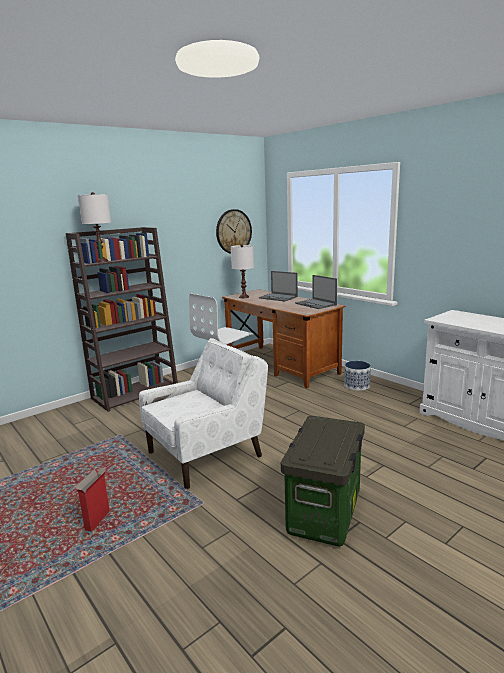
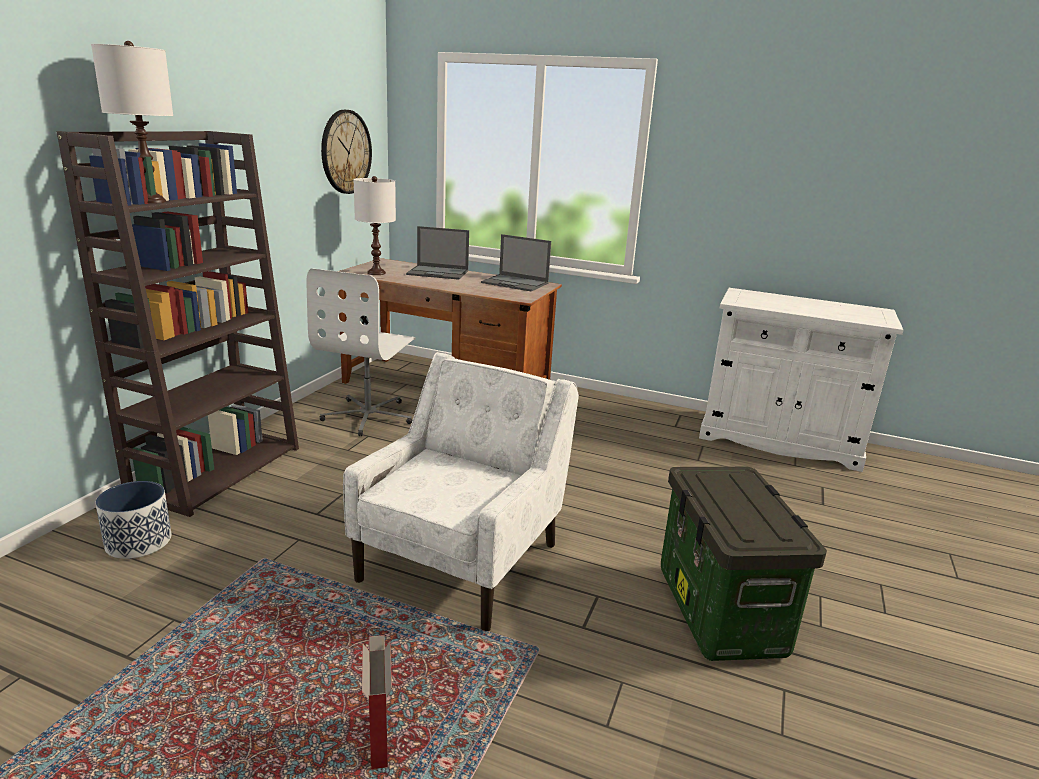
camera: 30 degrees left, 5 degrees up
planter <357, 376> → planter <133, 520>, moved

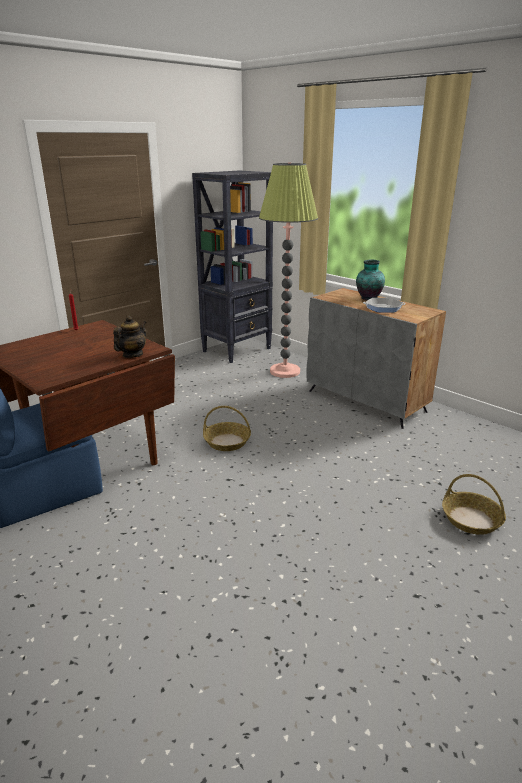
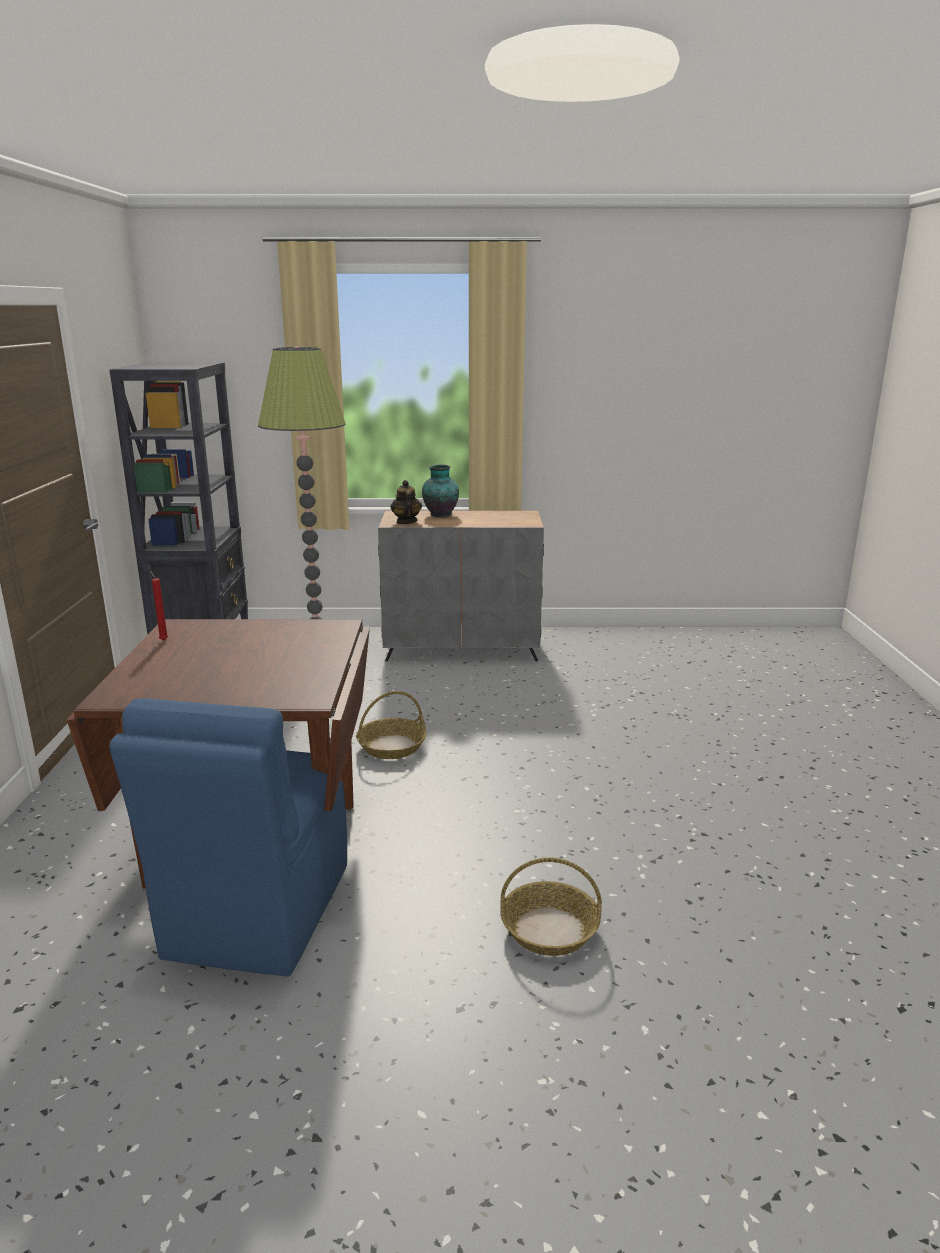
camera: 45 degrees left, 5 degrees down
pan <384, 305> → -
pot for tea <130, 337> → pot for tea <406, 502>, moved
basket <474, 504> → basket <551, 907>, moved

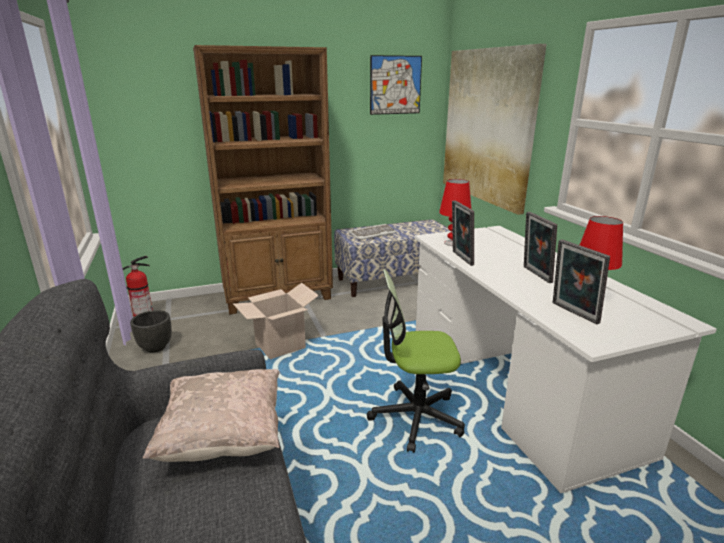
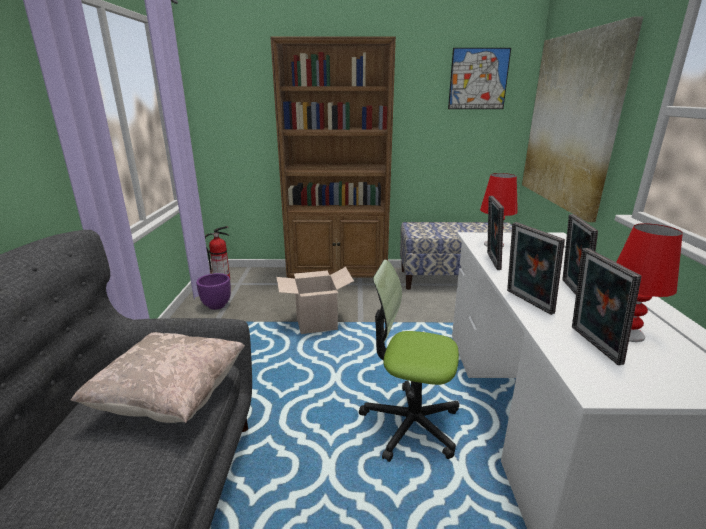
camera: 20 degrees right, 0 degrees up
keyboard <372, 232> → -
- → picture frame <536, 268>
planter (black) <151, 331> → planter (purple) <213, 291>

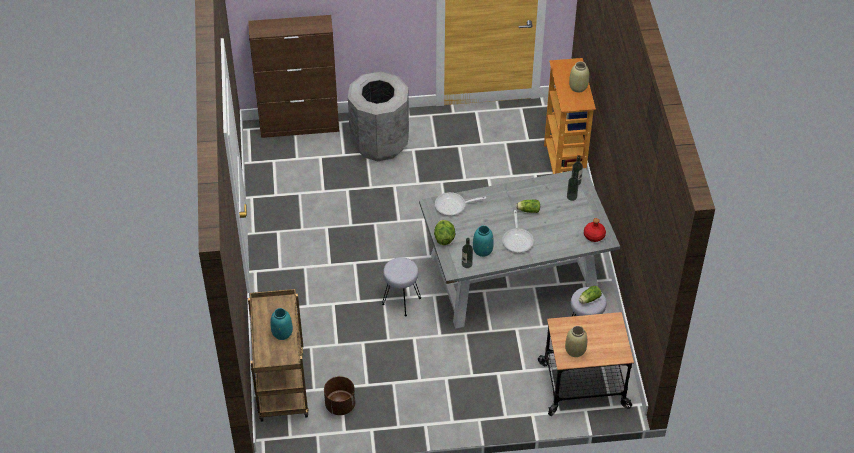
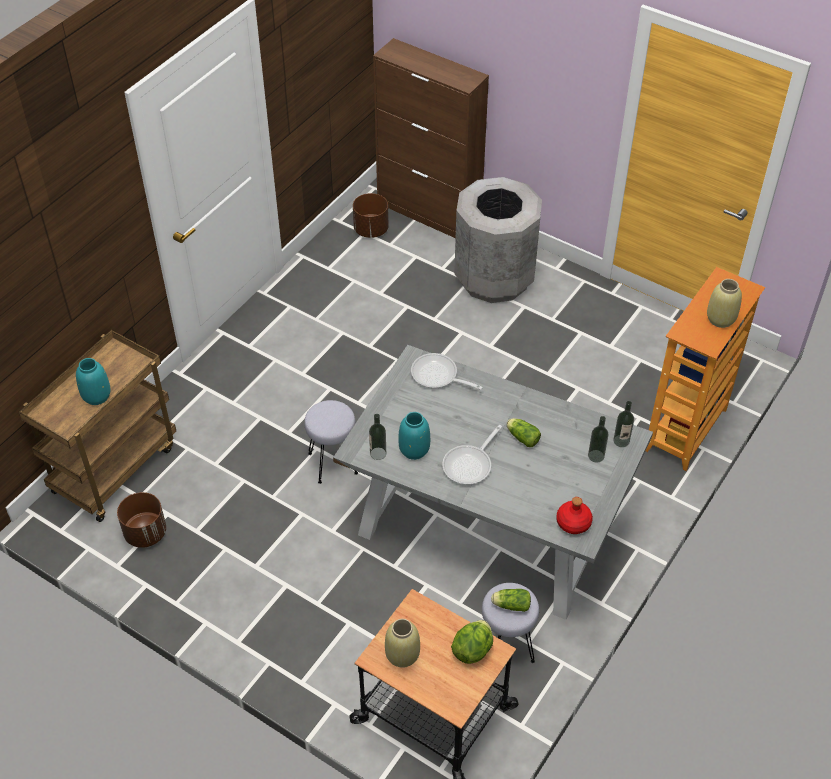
camera: 40 degrees right, 0 degrees up
- → planter (brown-coloured) <371, 215>
lettuce <444, 232> → lettuce <472, 642>, moved

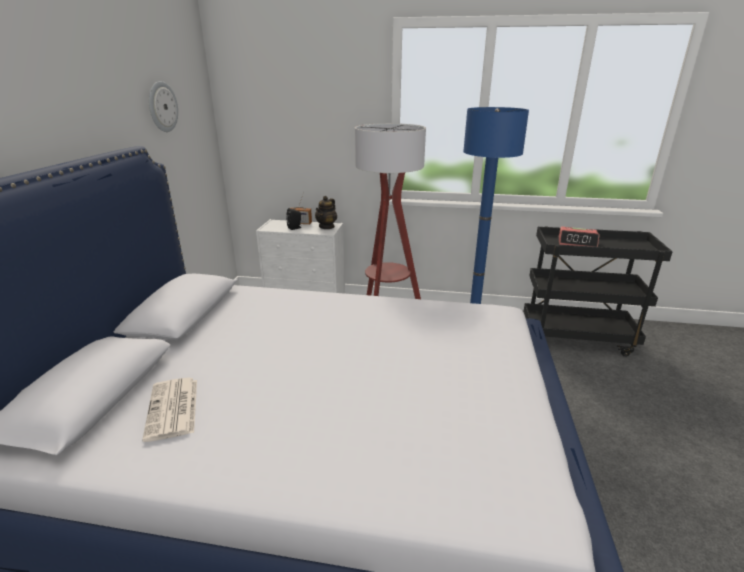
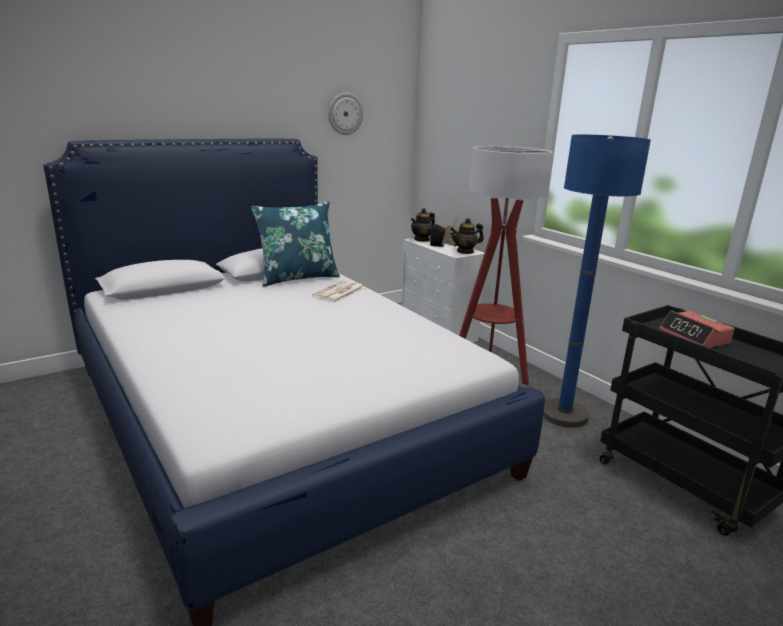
camera: 45 degrees right, 5 degrees down
- → throw pillow (bluish) <295, 244>
- → pot for tea <423, 225>
newspaper <169, 409> → newspaper <338, 291>, moved

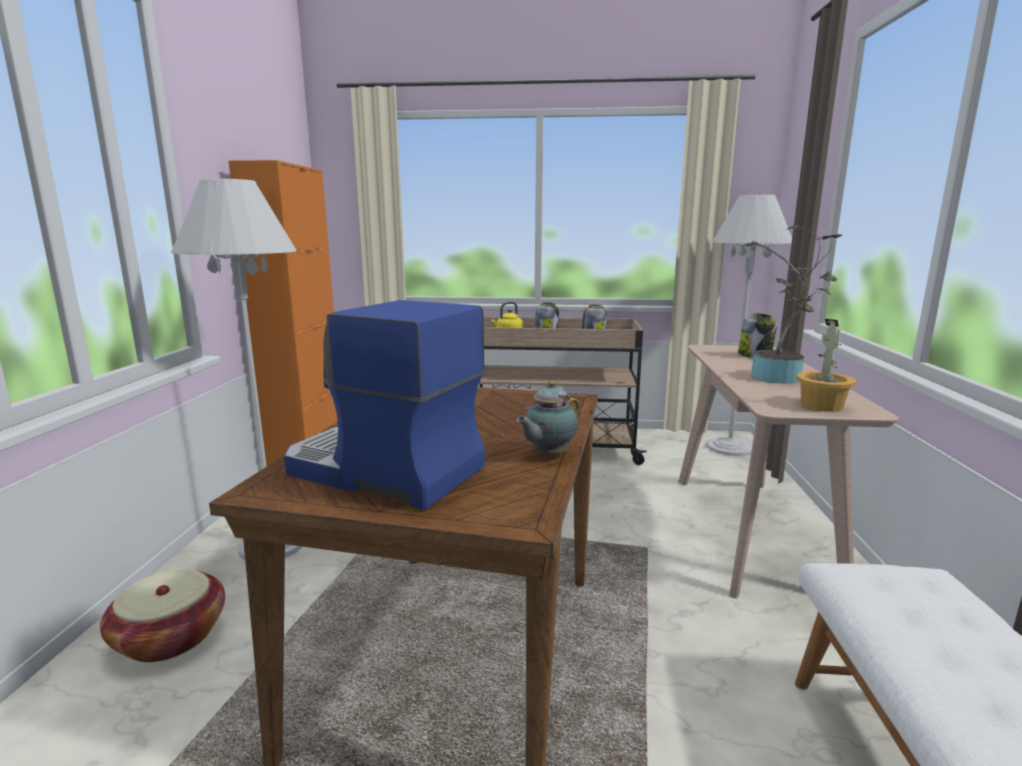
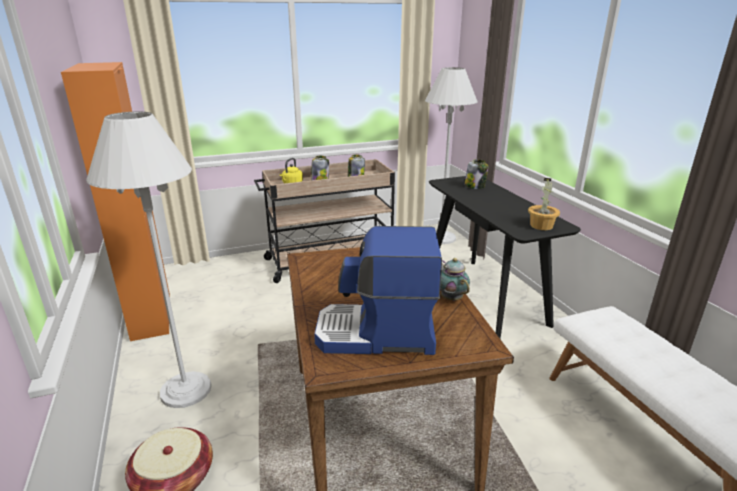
camera: 25 degrees left, 10 degrees up
houseplant <792, 304> → -
hall table (beige) <788, 472> → hall table (black) <505, 257>
pot for tea <547, 418> → pot for tea <455, 279>, 135 degrees clockwise

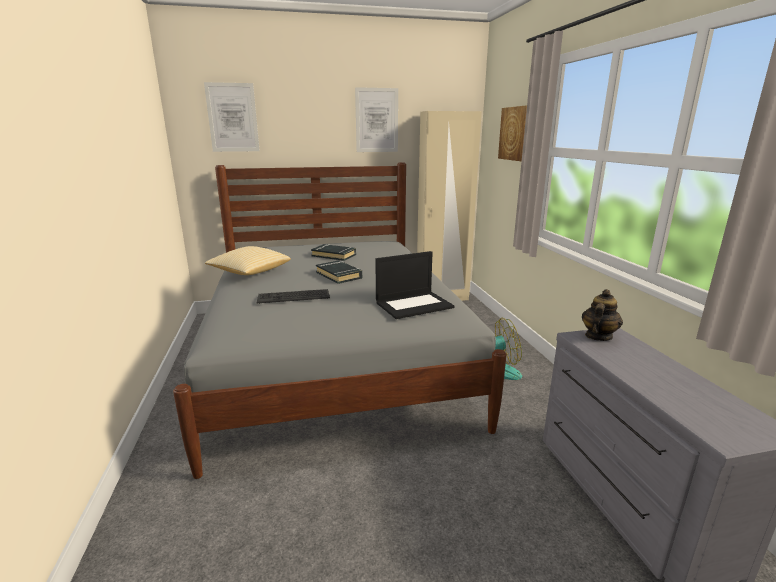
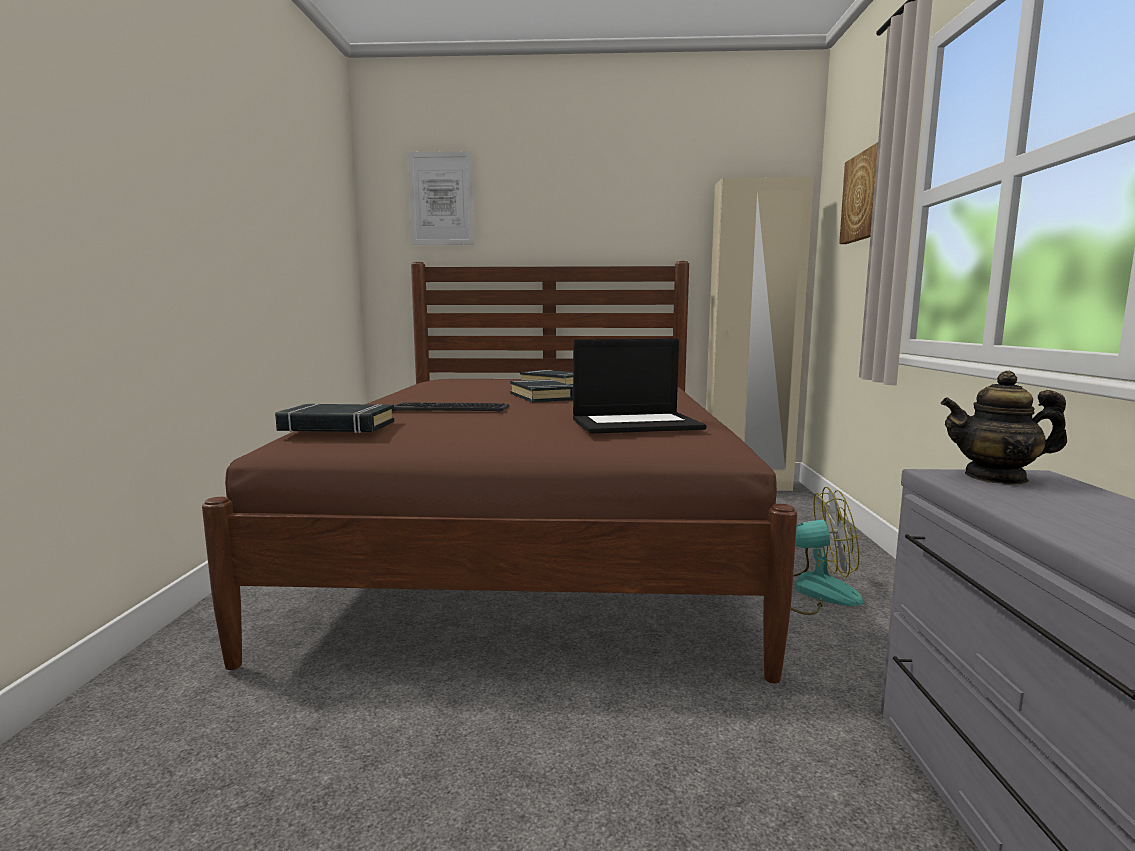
camera: 15 degrees right, 10 degrees down
throw pillow <248, 260> → -
wall picture <376, 119> → -
- → volume (black) <335, 418>
bedroom bed (gray) <339, 320> → bedroom bed (brown-coloured) <499, 472>
pot for tea <602, 315> → pot for tea <1004, 427>, 135 degrees counterclockwise

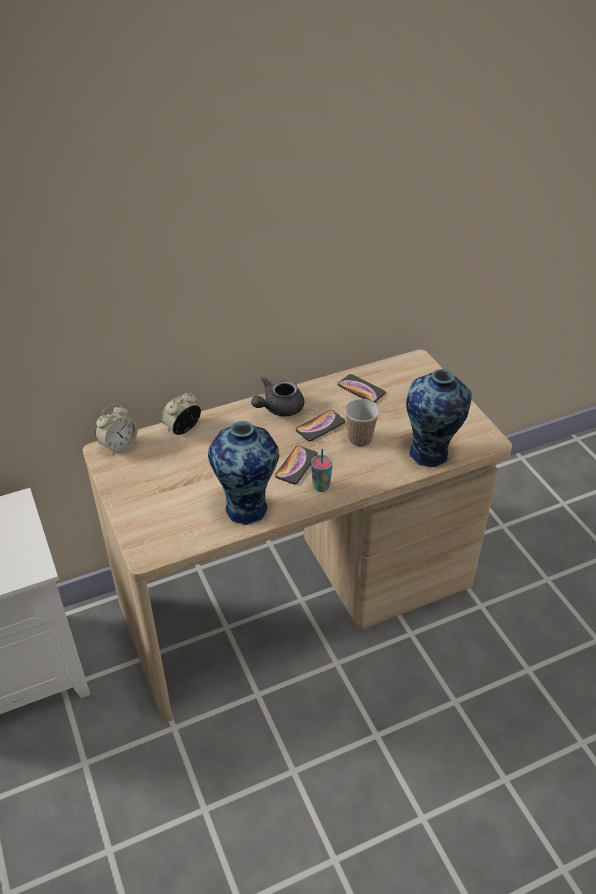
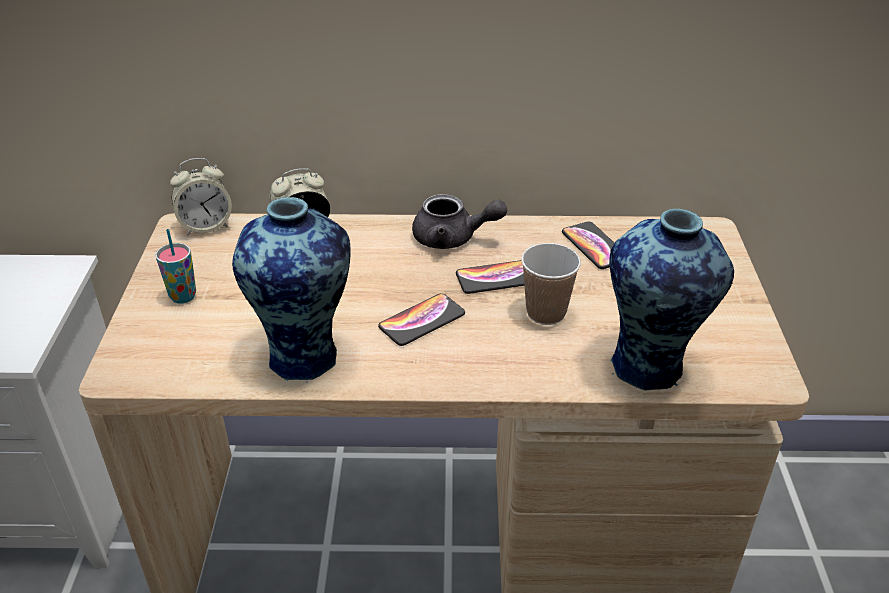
camera: 25 degrees right, 5 degrees down
cup <322, 470> → cup <176, 266>, moved
pot for tea (gray) <277, 397> → pot for tea (gray) <459, 221>, 150 degrees counterclockwise

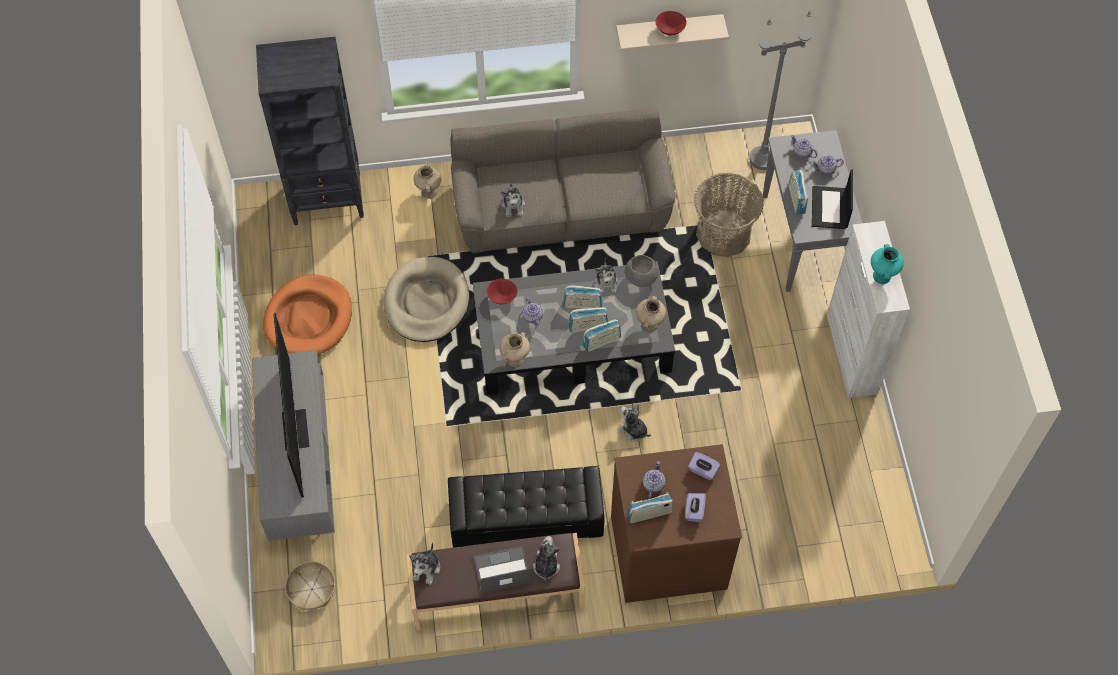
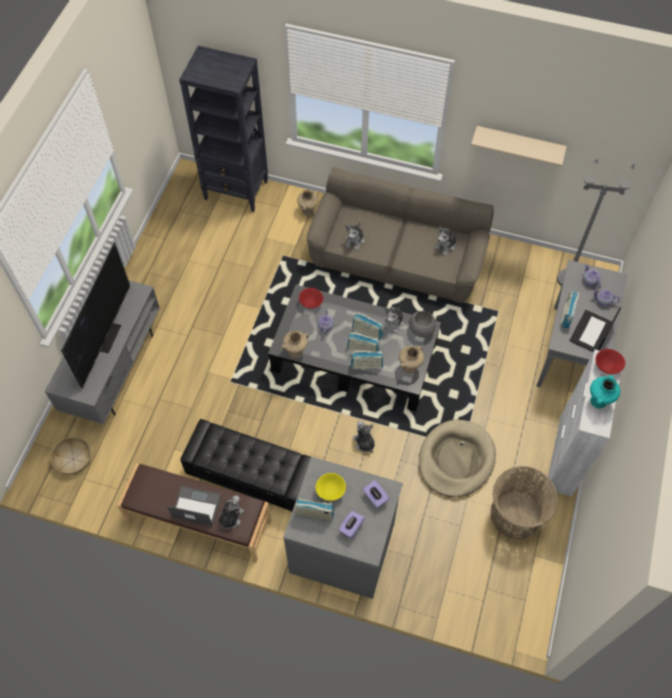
camera: 25 degrees right, 0 degrees up
dog cushion (orange) <307, 314> → -
dog cushion (beige) <426, 299> → dog cushion (beige) <457, 458>, moved
plush toy <424, 563> → plush toy <445, 241>, moved
deep dish (red) <670, 23> → deep dish (red) <610, 361>, moved
basket <729, 215> → basket <524, 502>, moved
pot for tea <654, 479> → deep dish (yellow) <331, 487>
dresser (brown-coloured) <676, 523> → dresser (gray) <343, 528>

